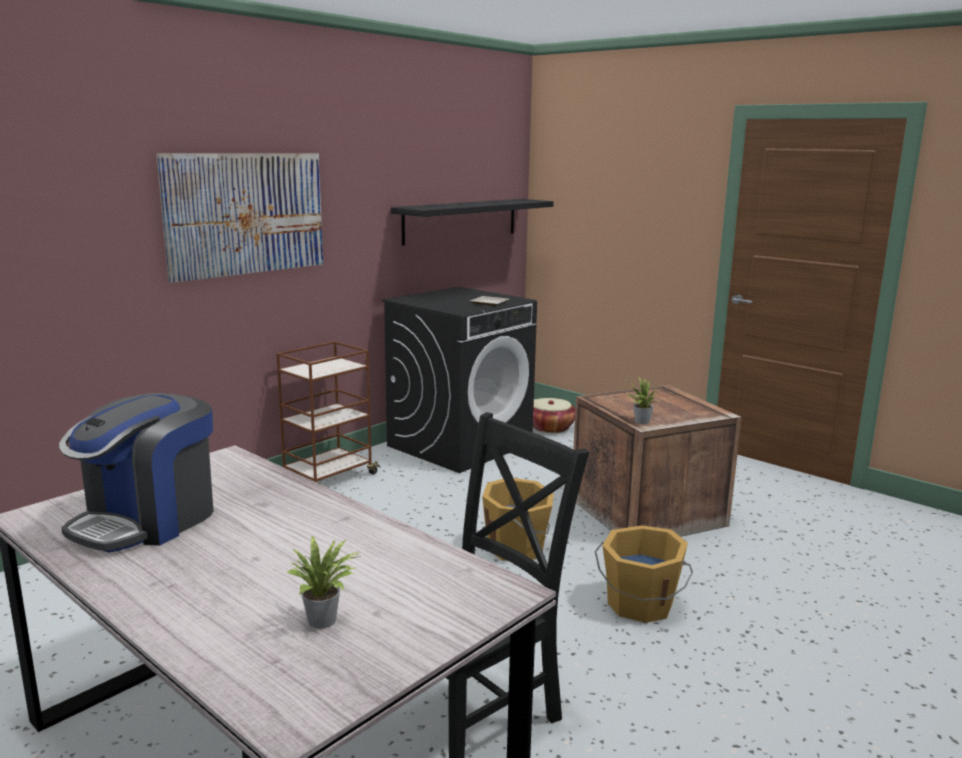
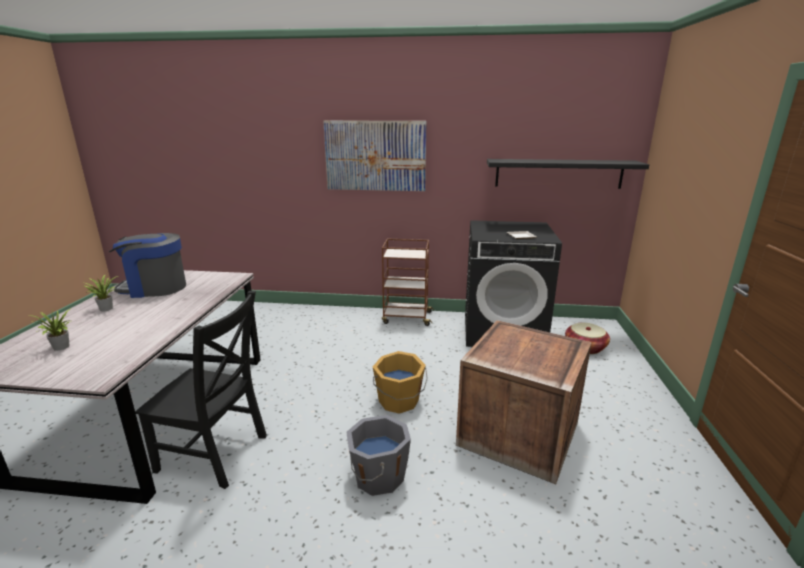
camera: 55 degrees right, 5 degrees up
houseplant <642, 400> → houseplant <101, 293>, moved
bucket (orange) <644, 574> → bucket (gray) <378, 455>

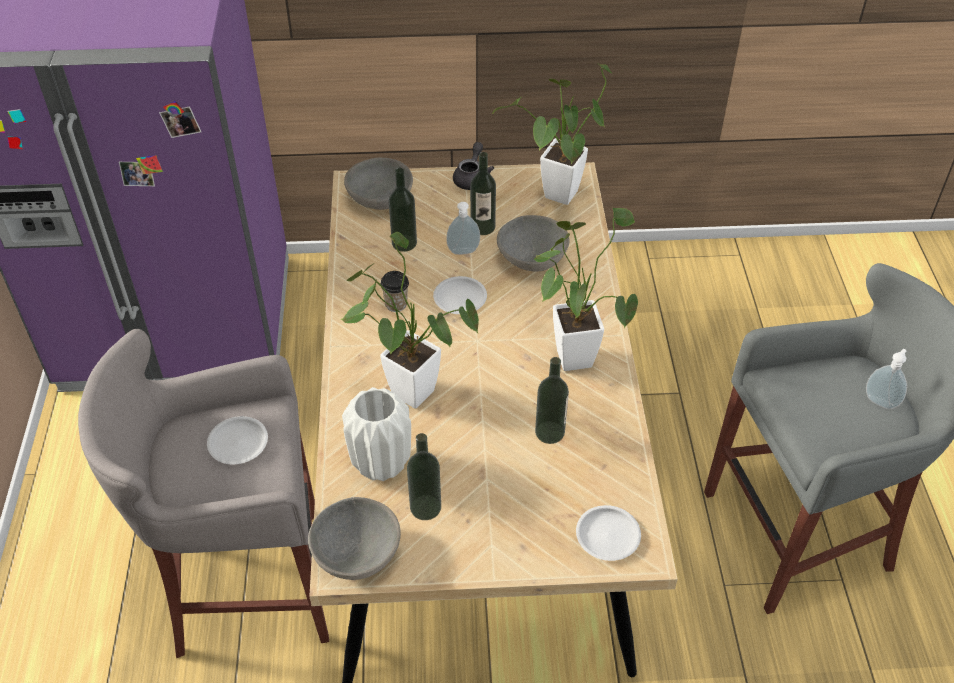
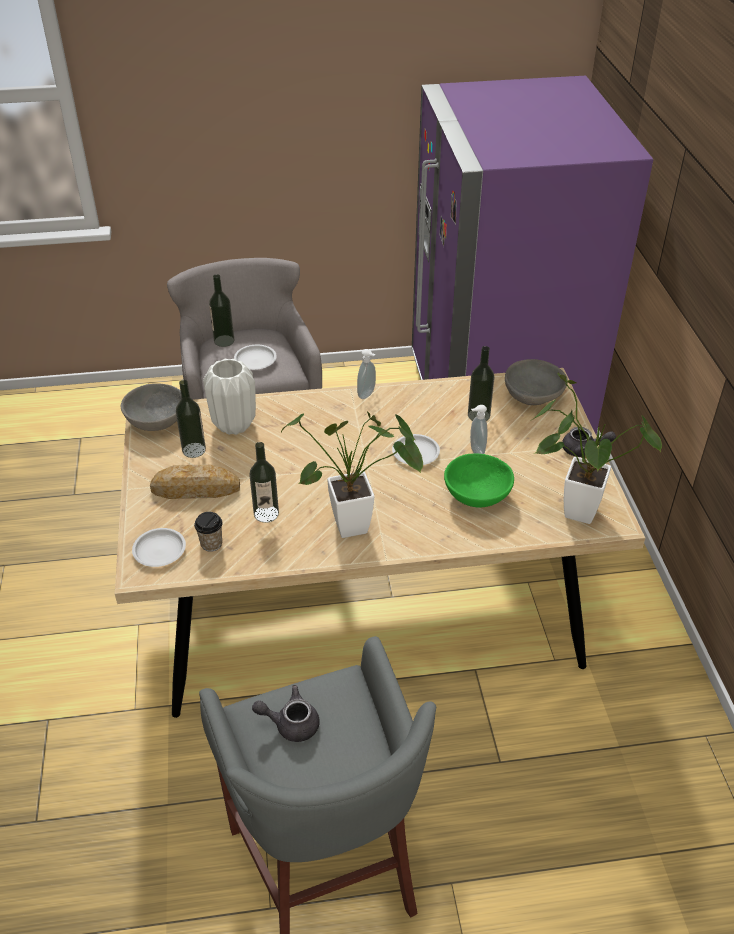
camera: 85 degrees right, 5 degrees down
houseplant <409, 320> → -
- → baked bread <195, 481>
- → pot for tea (gray) <286, 713>
cup <394, 291> → cup <208, 532>, moved
bottle <483, 193> → bottle <221, 310>, moved
liquid soap bottle <886, 379> → liquid soap bottle <366, 374>, moved
deep dish (gray) <533, 243> → deep dish (green-coloured) <479, 481>

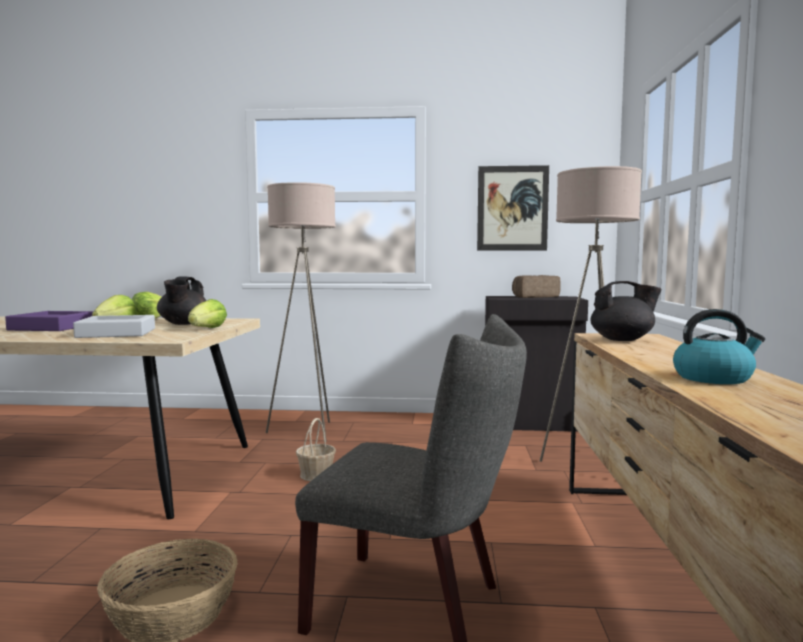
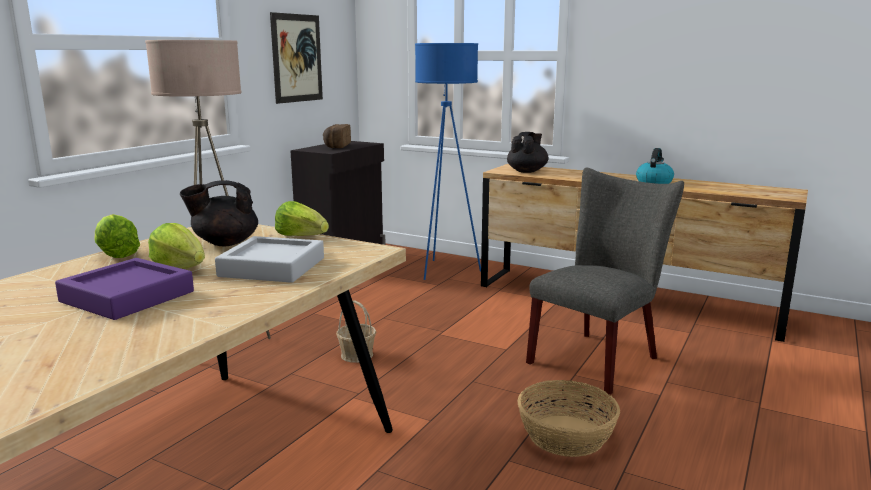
camera: 65 degrees left, 10 degrees up
floor lamp (beige) <591, 314> → floor lamp (bluish) <448, 161>
pot for tea (black) <181, 300> → pot for tea (black) <219, 213>, 135 degrees clockwise

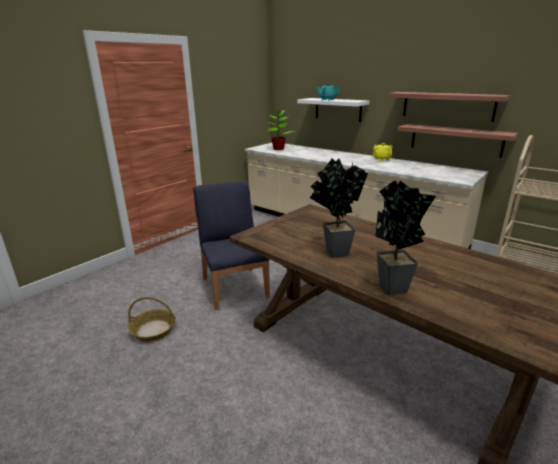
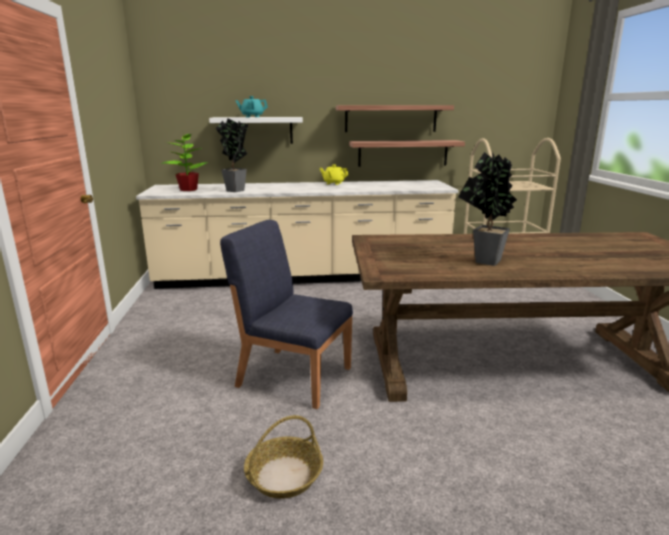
camera: 45 degrees left, 5 degrees down
houseplant <405, 237> → houseplant <232, 155>, moved

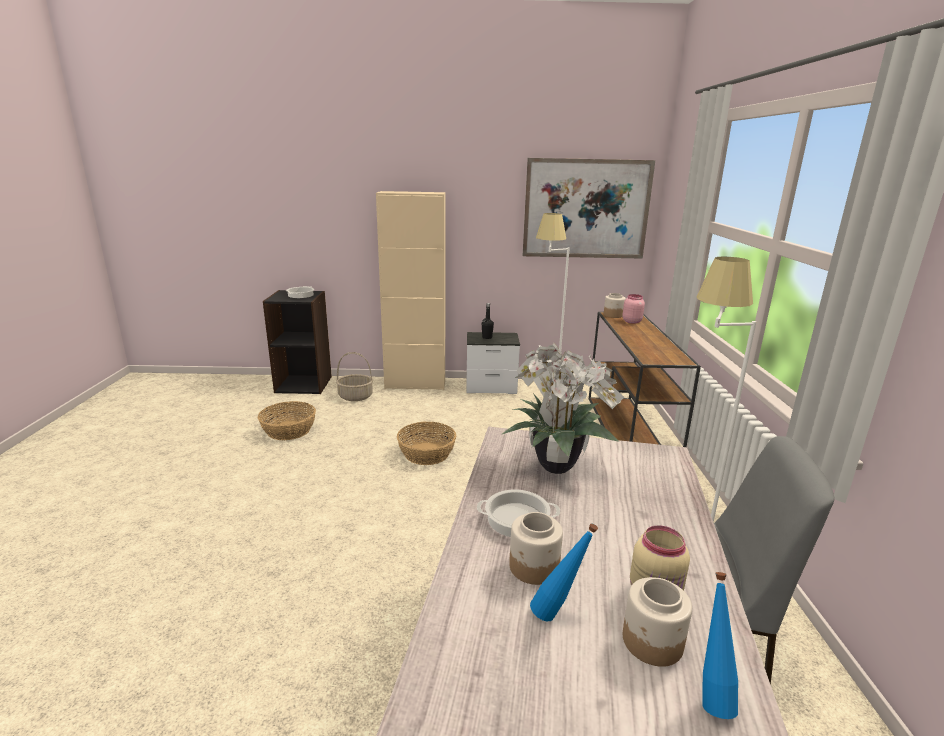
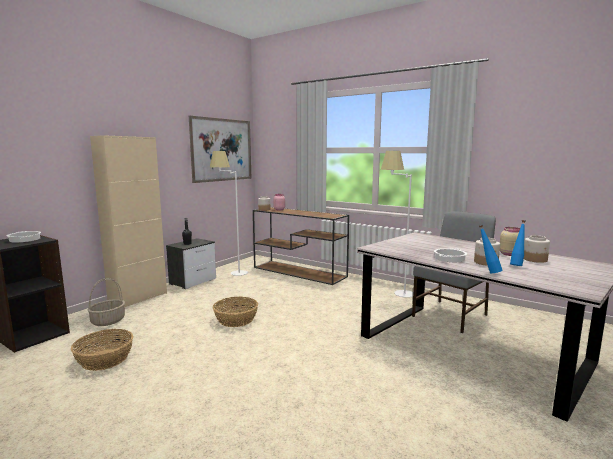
camera: 55 degrees left, 10 degrees down
houseplant <563, 408> → -
bottle (bluish) <720, 645> → bottle (bluish) <490, 249>, moved

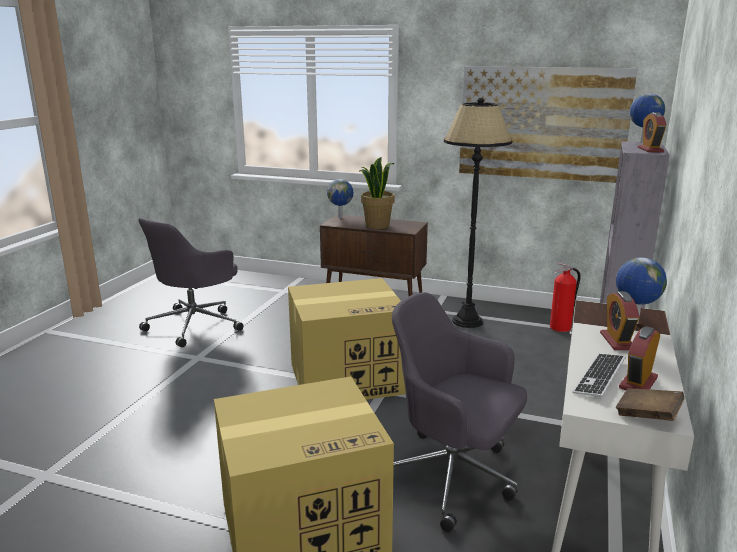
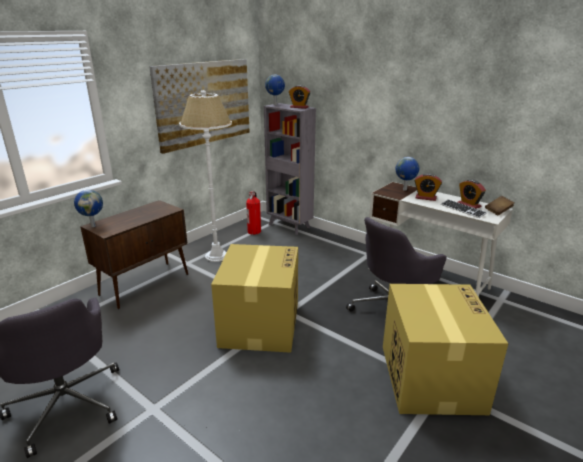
camera: 70 degrees left, 5 degrees up
houseplant <377, 193> → -
floor lamp (black) <478, 213> → floor lamp (white-coloured) <205, 176>

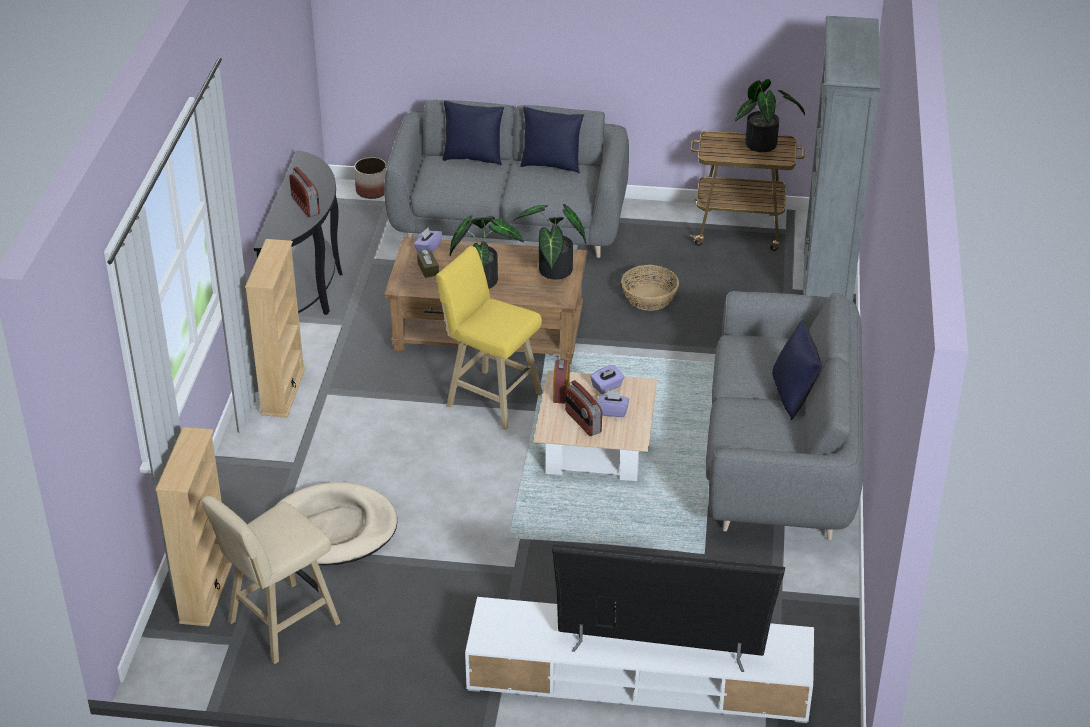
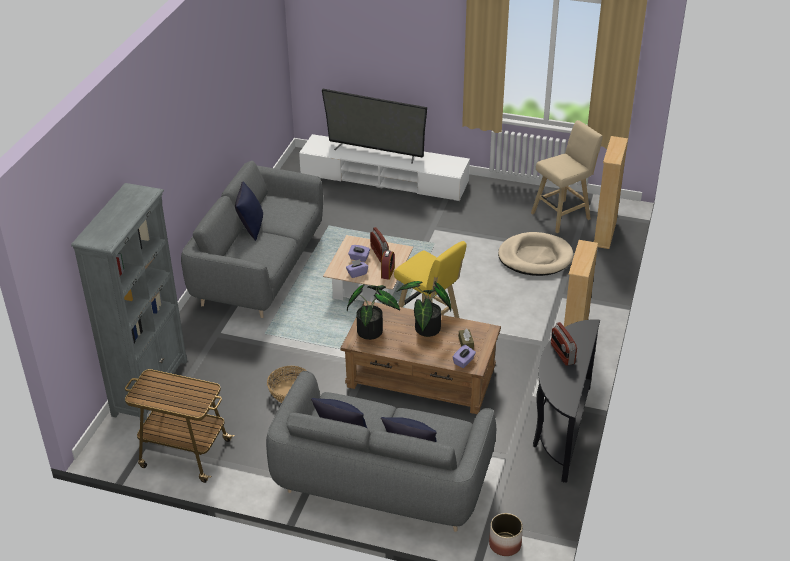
camera: 170 degrees left, 0 degrees up
houseplant <770, 115> → -

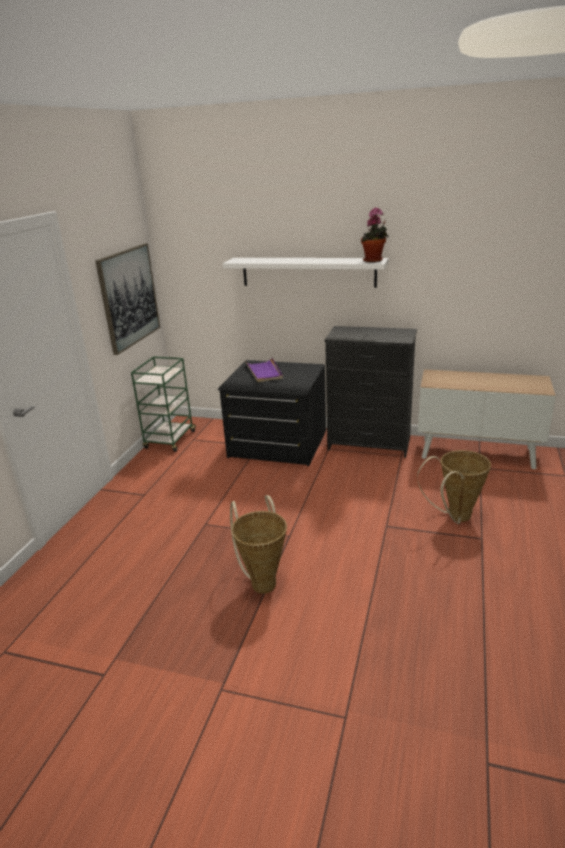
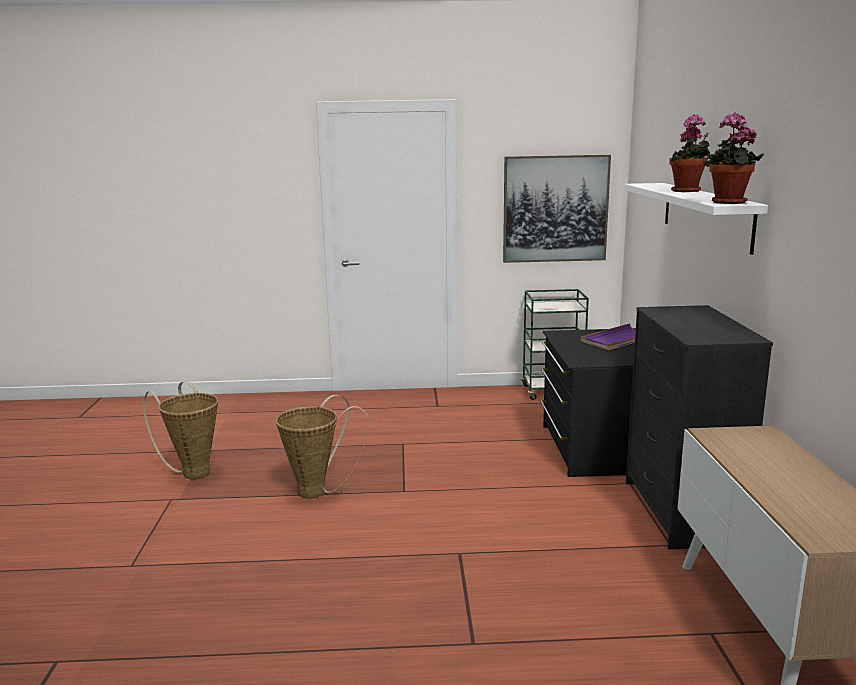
camera: 70 degrees right, 10 degrees down
- → houseplant <690, 153>
basket <454, 487> → basket <180, 430>, moved

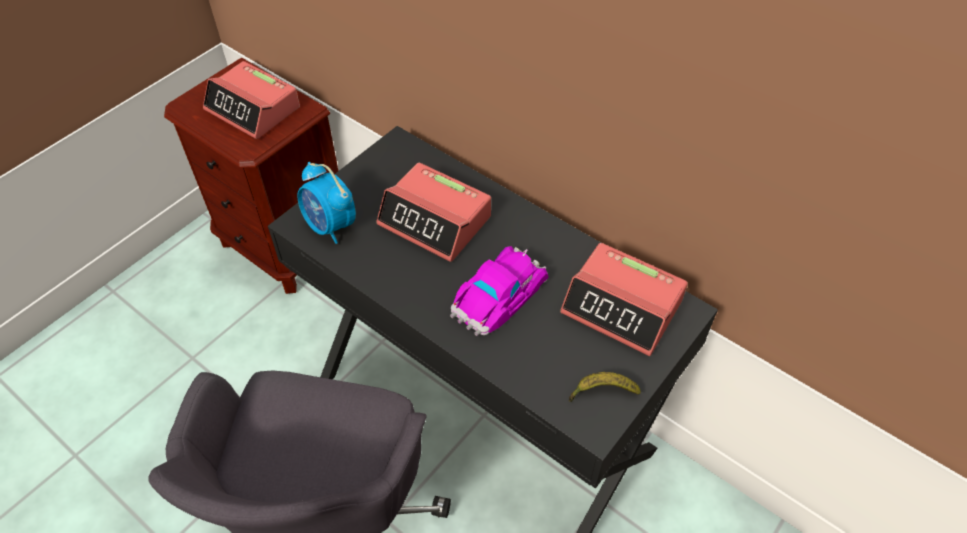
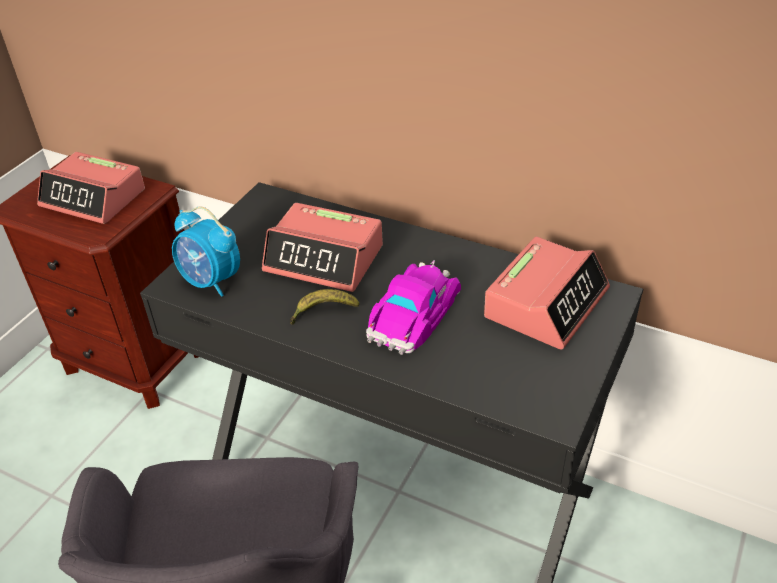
camera: 10 degrees left, 10 degrees down
banana fruit <605, 387> → banana fruit <324, 307>, moved
bedside clock <624, 299> → bedside clock <547, 293>, 75 degrees counterclockwise

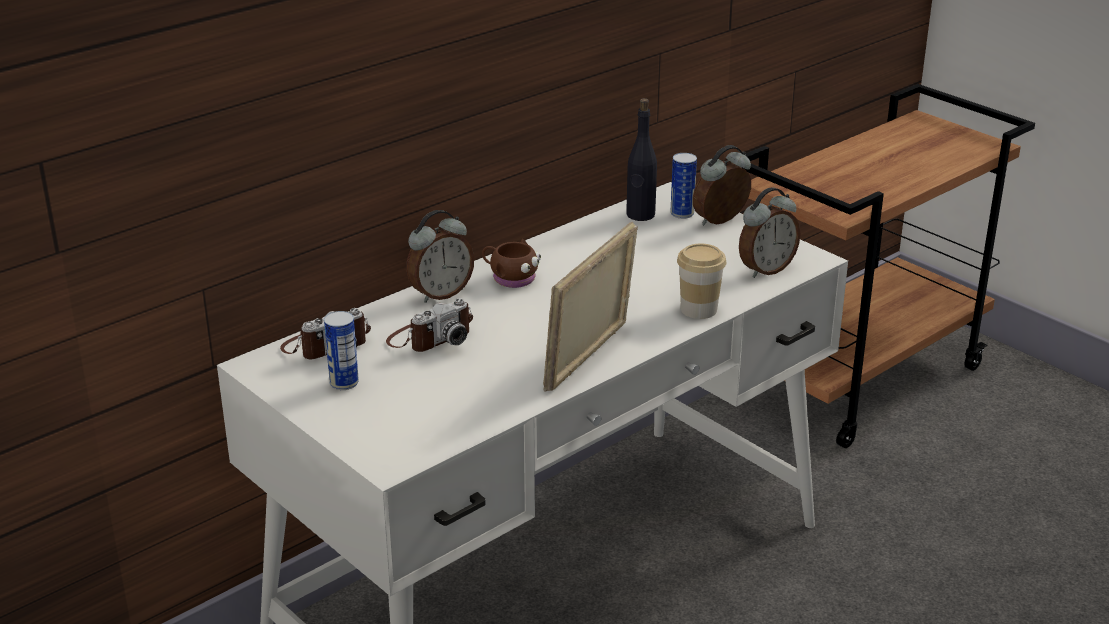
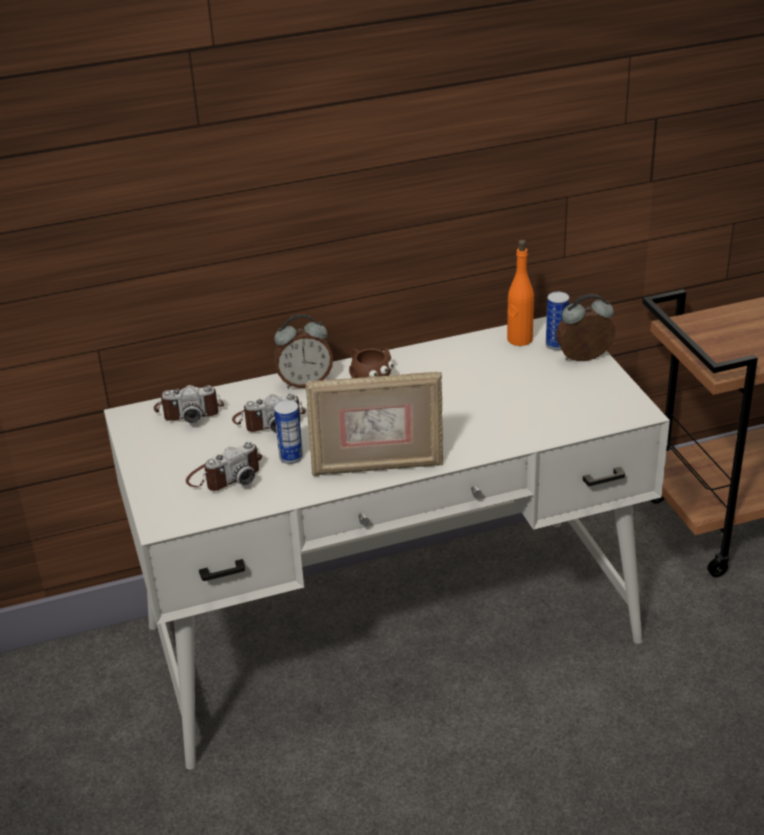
camera: 25 degrees right, 5 degrees up
cup <702, 281> → -
bedside clock <770, 232> → -
- → still camera <224, 466>
sealed can <341, 350> → sealed can <288, 432>, moved
bottle (black) <641, 159> → bottle (orange) <520, 293>
picture frame <590, 307> → picture frame <374, 424>, 150 degrees counterclockwise

